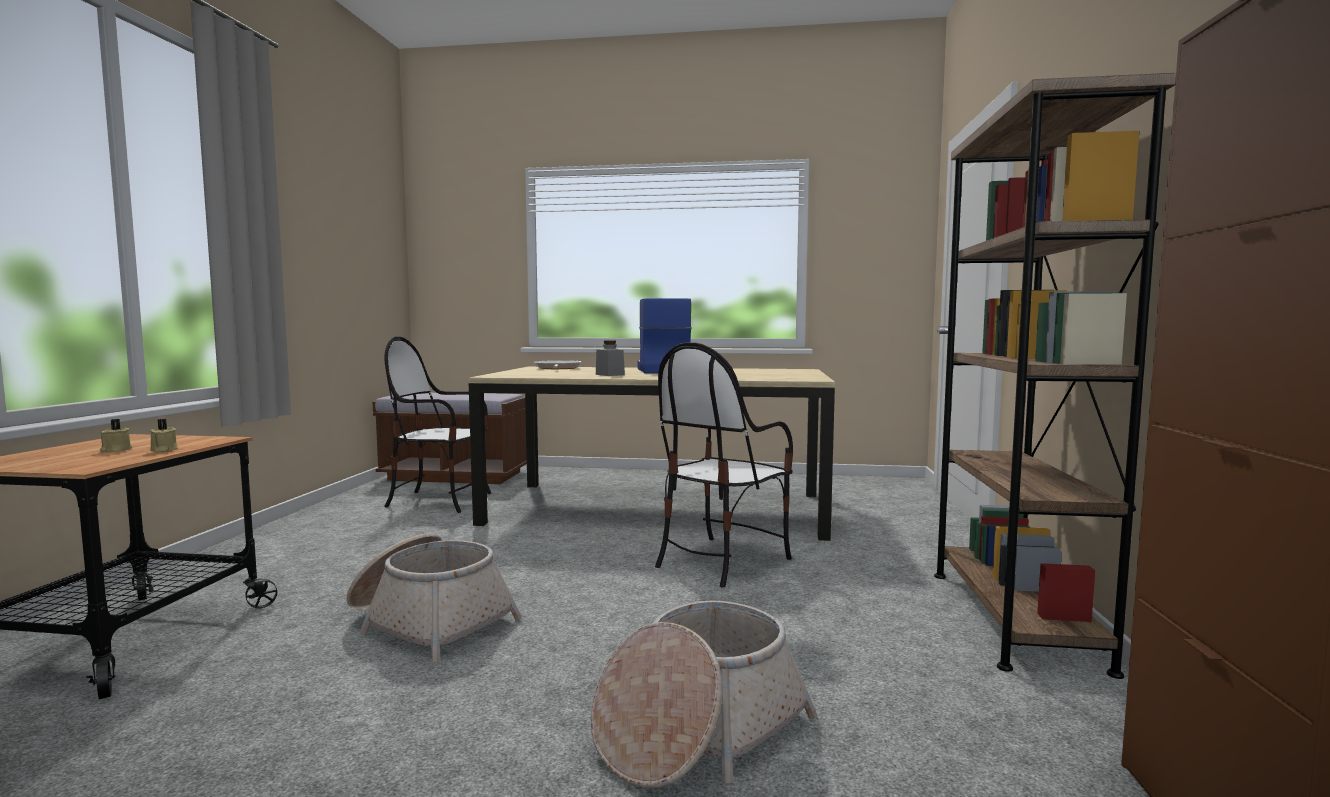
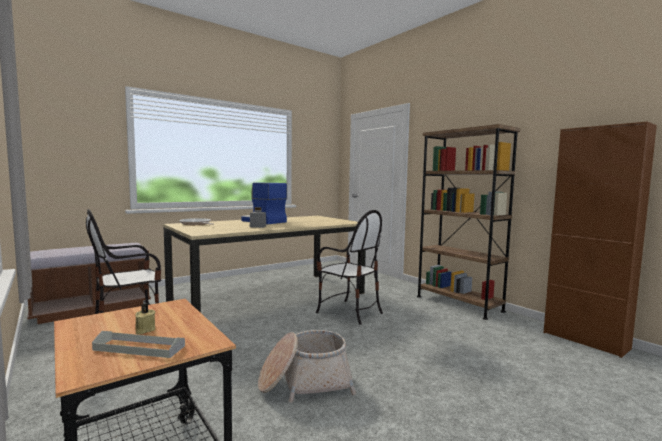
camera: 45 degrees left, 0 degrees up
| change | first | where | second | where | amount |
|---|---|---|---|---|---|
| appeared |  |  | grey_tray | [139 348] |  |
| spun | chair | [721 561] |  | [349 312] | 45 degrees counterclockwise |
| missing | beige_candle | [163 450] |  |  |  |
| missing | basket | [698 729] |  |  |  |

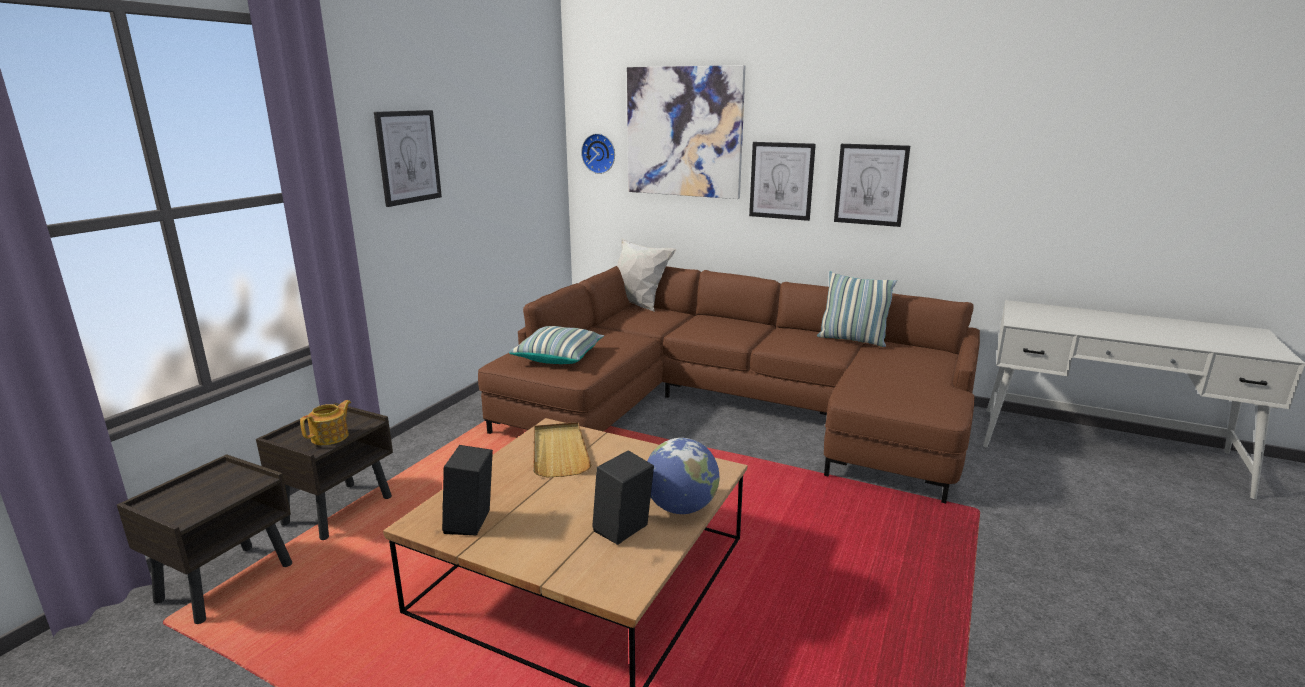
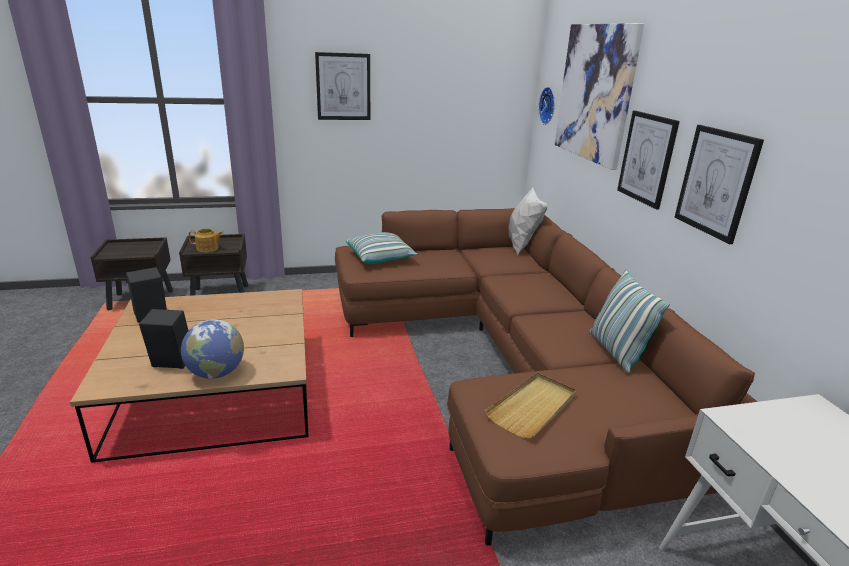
camera: 50 degrees right, 5 degrees up
| change | first | where | second | where | amount |
|---|---|---|---|---|---|
| relocated | beige_tray | [559 452] |  | [533 407] |  |

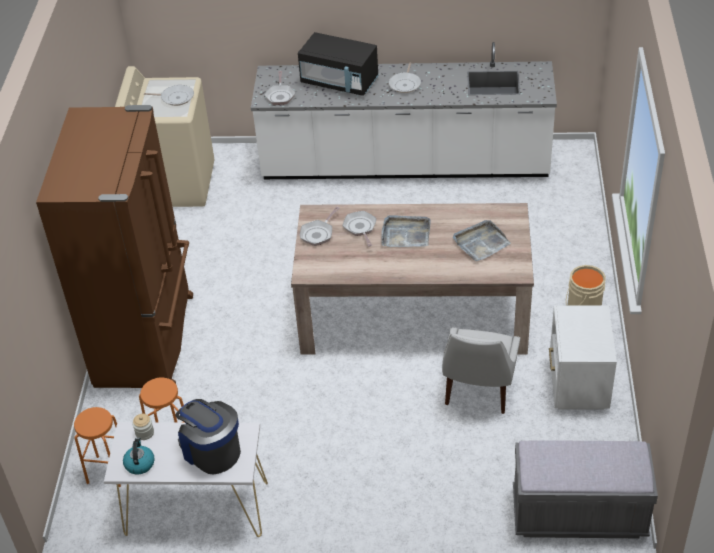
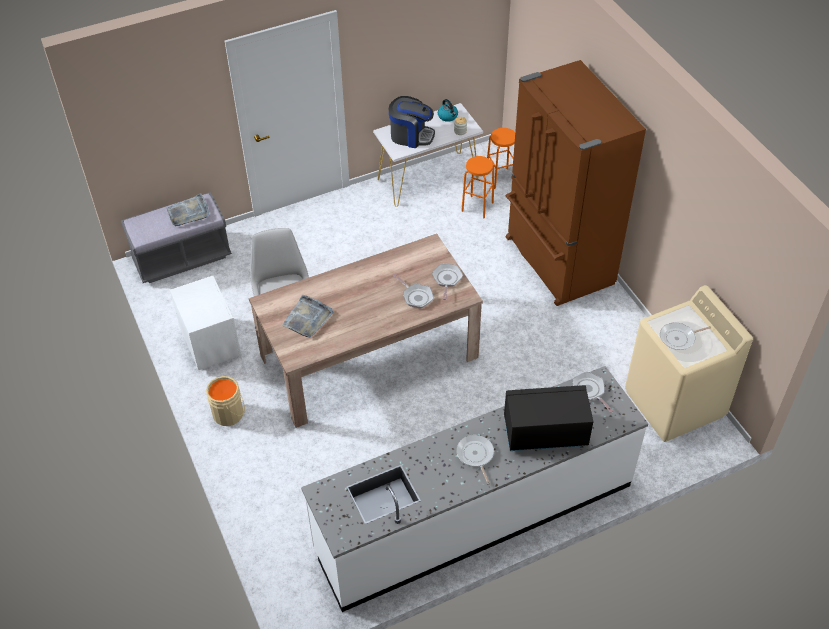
camera: 150 degrees right, 5 degrees up
| change | first | where | second | where | amount |
|---|---|---|---|---|---|
| relocated | grey_tray | [405 233] |  | [188 212] |  |

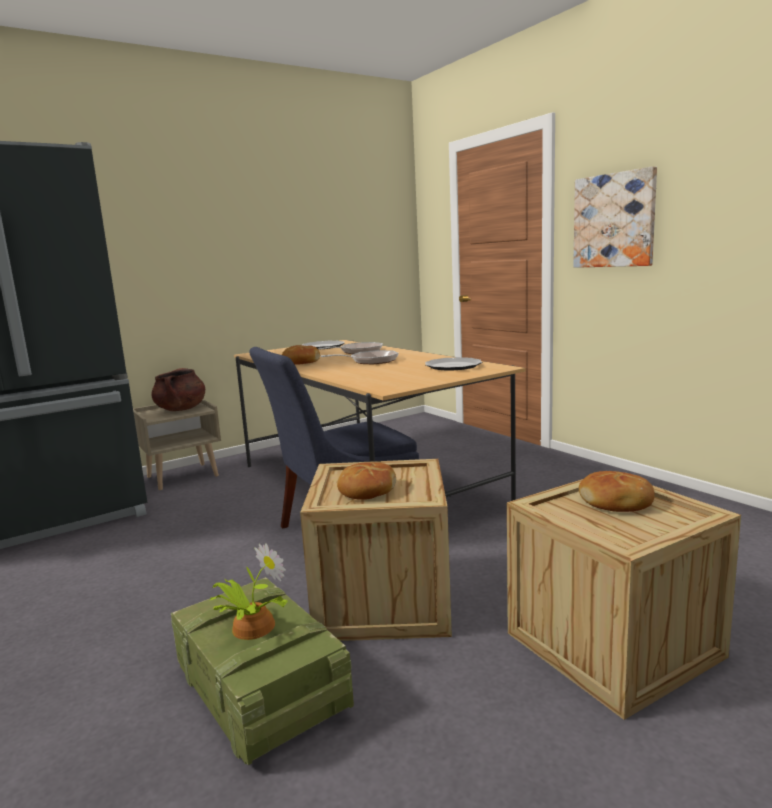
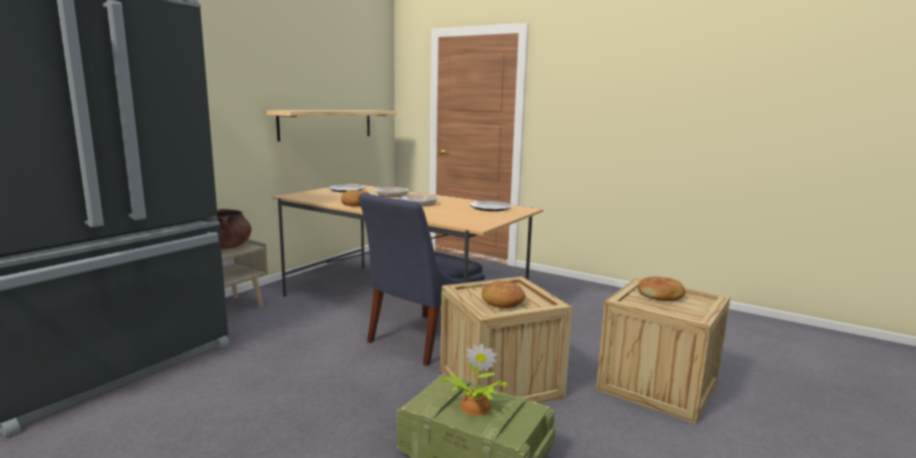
camera: 25 degrees left, 0 degrees up
| change | first | where | second | where | amount |
|---|---|---|---|---|---|
| appeared |  |  | shelf | [327 124] |  |
| missing | picture | [614 220] |  |  |  |

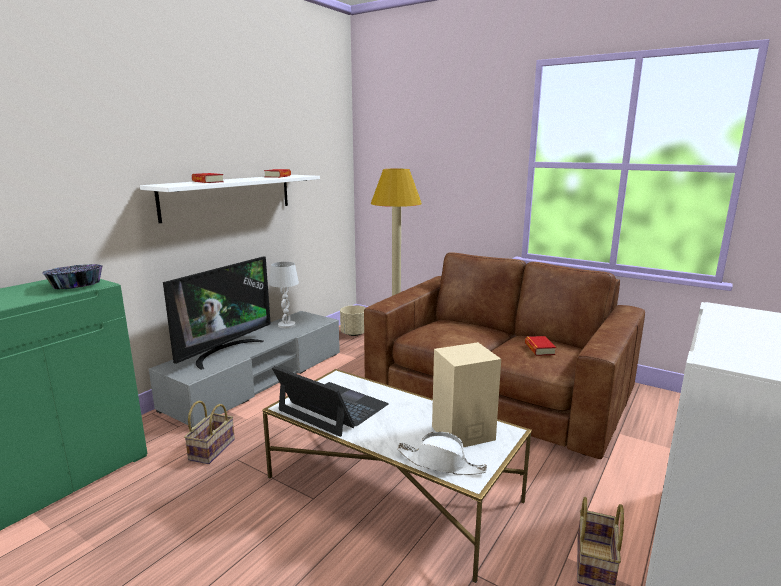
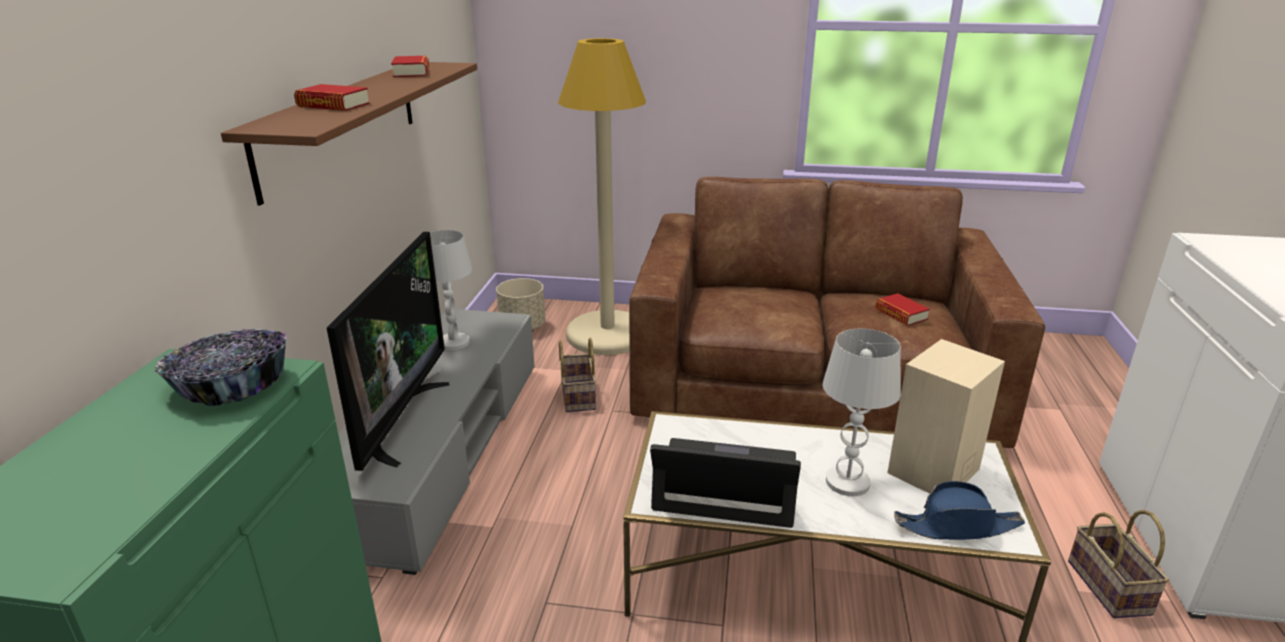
camera: 25 degrees left, 10 degrees up
| change | first | where | second | where | amount |
|---|---|---|---|---|---|
| colour | white_shelf | [229 196] | brown_shelf | [341 124] |  |
| relocated | basket | [212 449] |  | [577 396] |  |
| appeared |  |  | white_table_lamp | [847 482] |  |
| colour | white_hat | [441 463] | blue_hat | [957 526] |  |

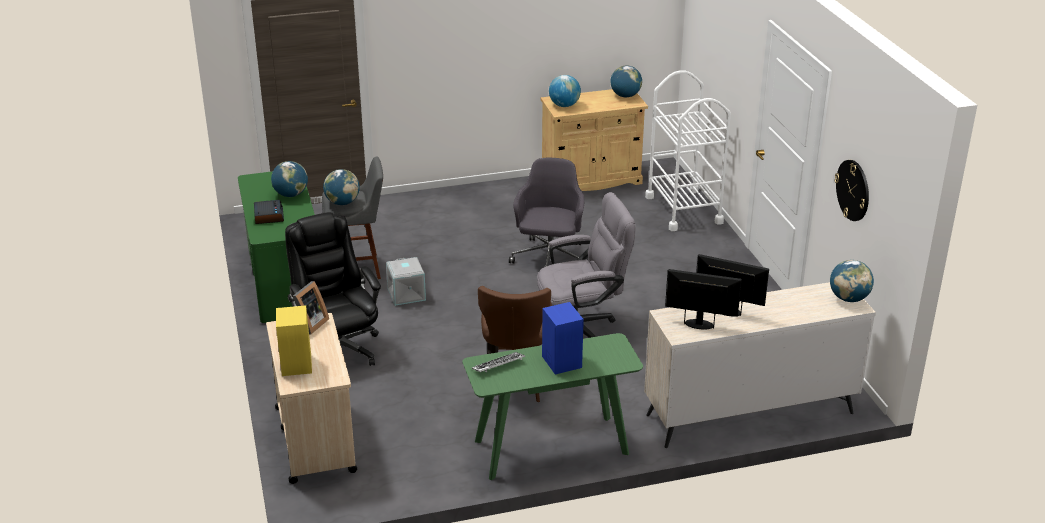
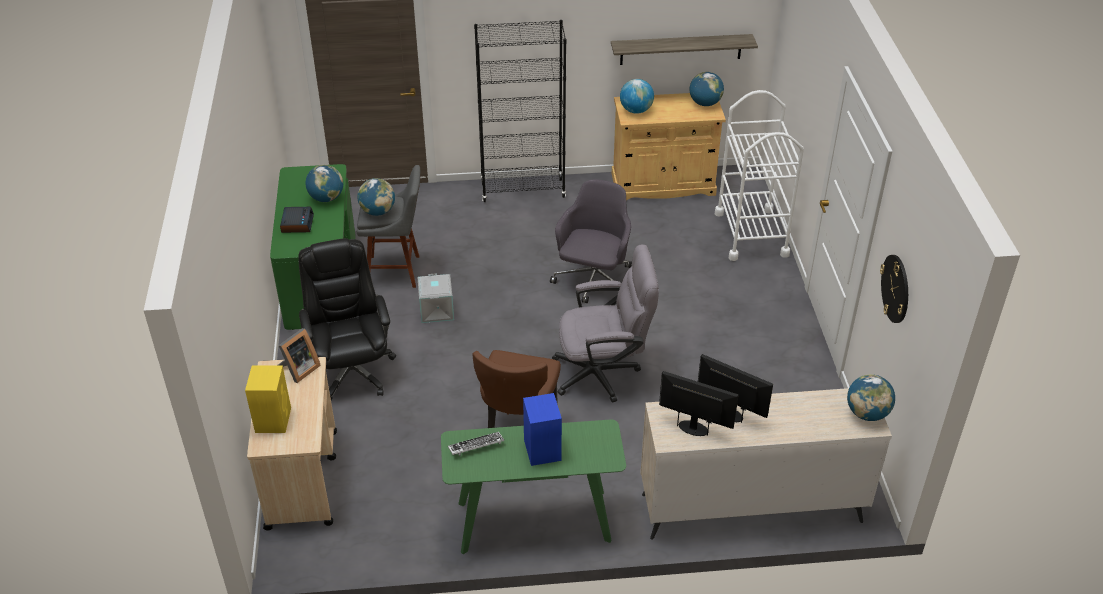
camera: 10 degrees right, 10 degrees up
| change | first | where | second | where | amount |
|---|---|---|---|---|---|
| appeared |  |  | black_bookcase | [523 190] |  |
| appeared |  |  | shelf | [681 49] |  |

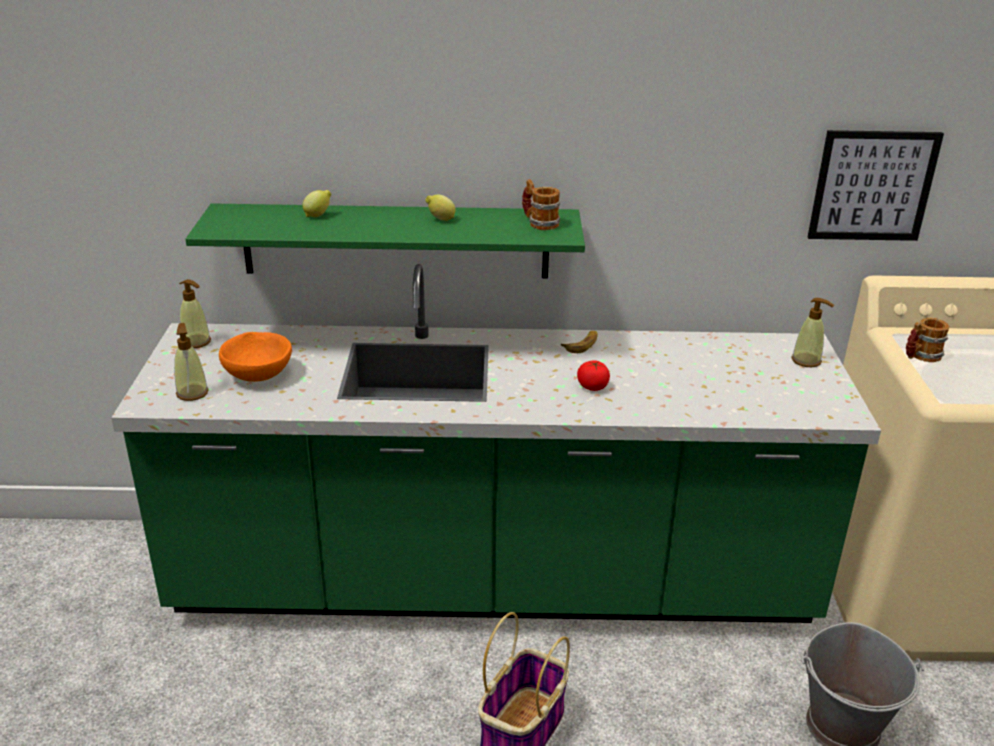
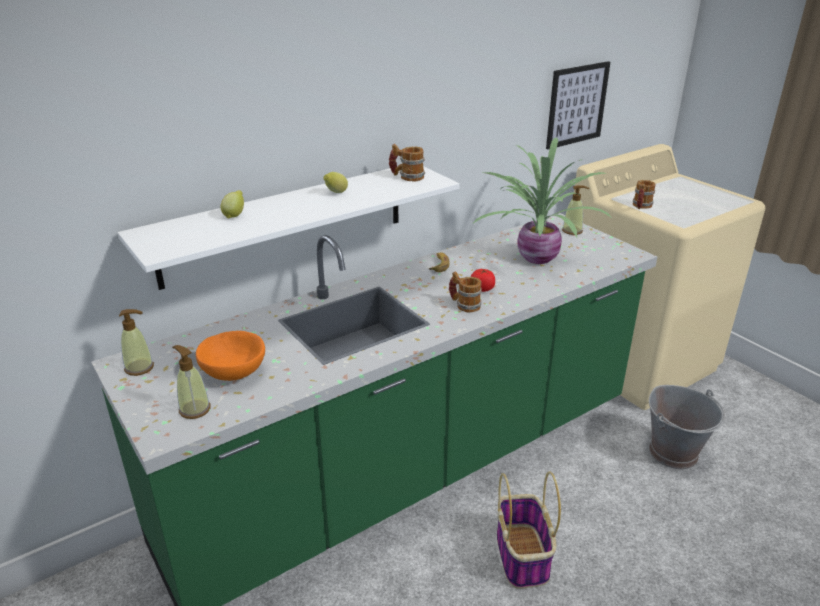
camera: 35 degrees left, 0 degrees up
| change | first | where | second | where | amount |
|---|---|---|---|---|---|
| colour | green_shelf | [396 241] | white_shelf | [286 223] |  |
| appeared |  |  | mug | [464 304] |  |
| appeared |  |  | potted_plant | [535 258] |  |

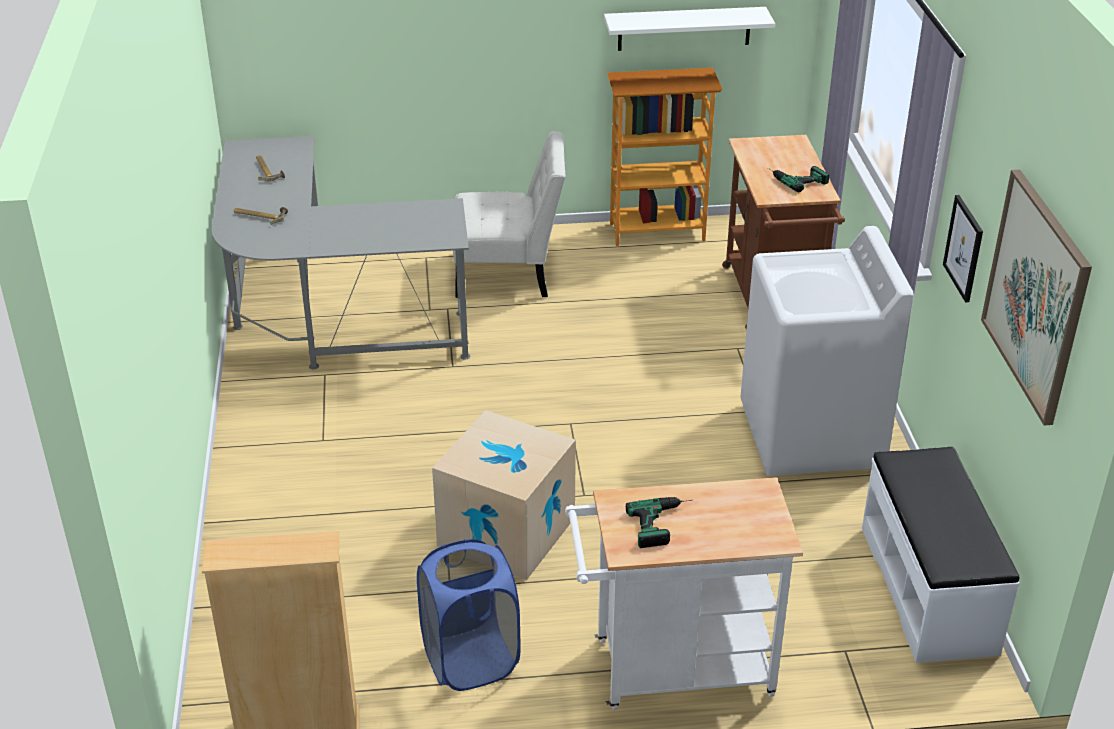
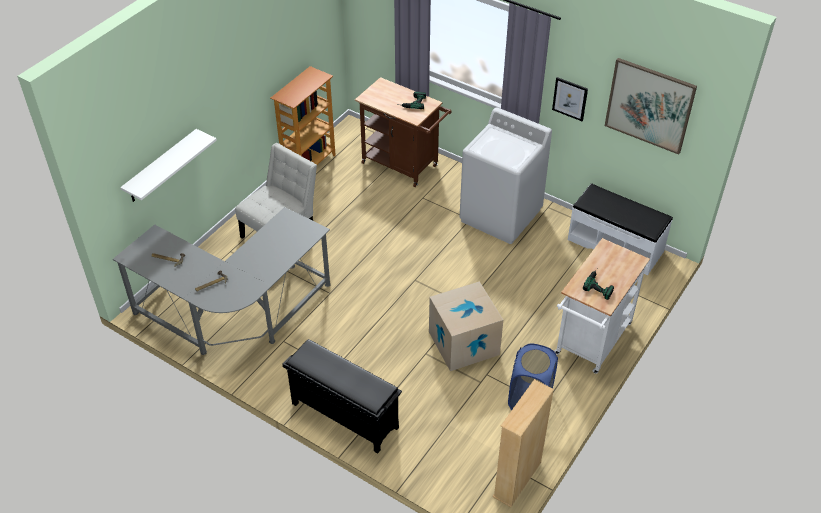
camera: 50 degrees left, 10 degrees up
| change | first | where | second | where | amount |
|---|---|---|---|---|---|
| relocated | white_shelf | [684 28] |  | [161 167] |  |
| appeared |  |  | black_shoe_rack | [343 415] |  |

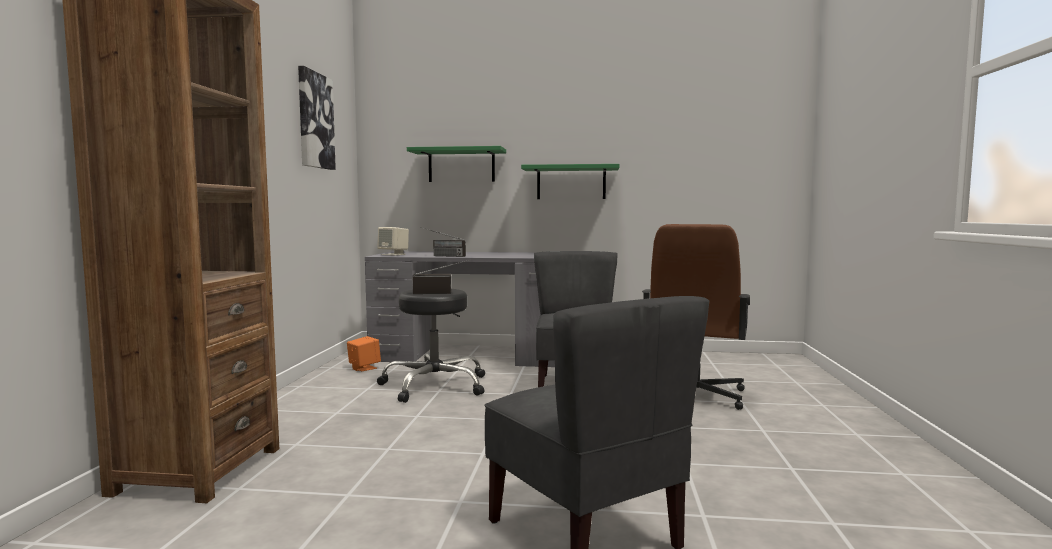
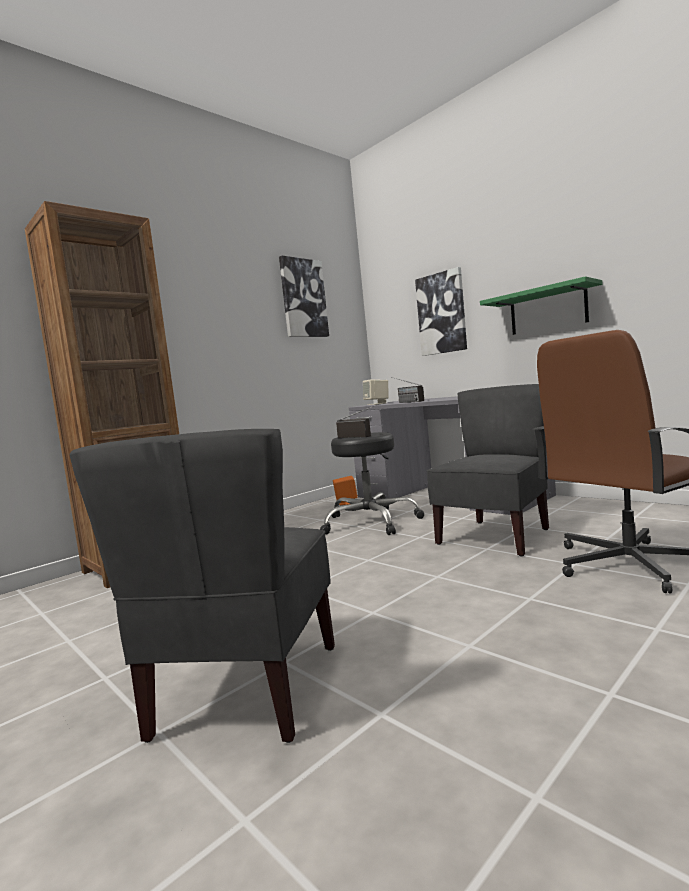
camera: 40 degrees right, 0 degrees up
| change | first | where | second | where | amount |
|---|---|---|---|---|---|
| exchanged | green_shelf | [461 166] | picture | [441 313] |  |

